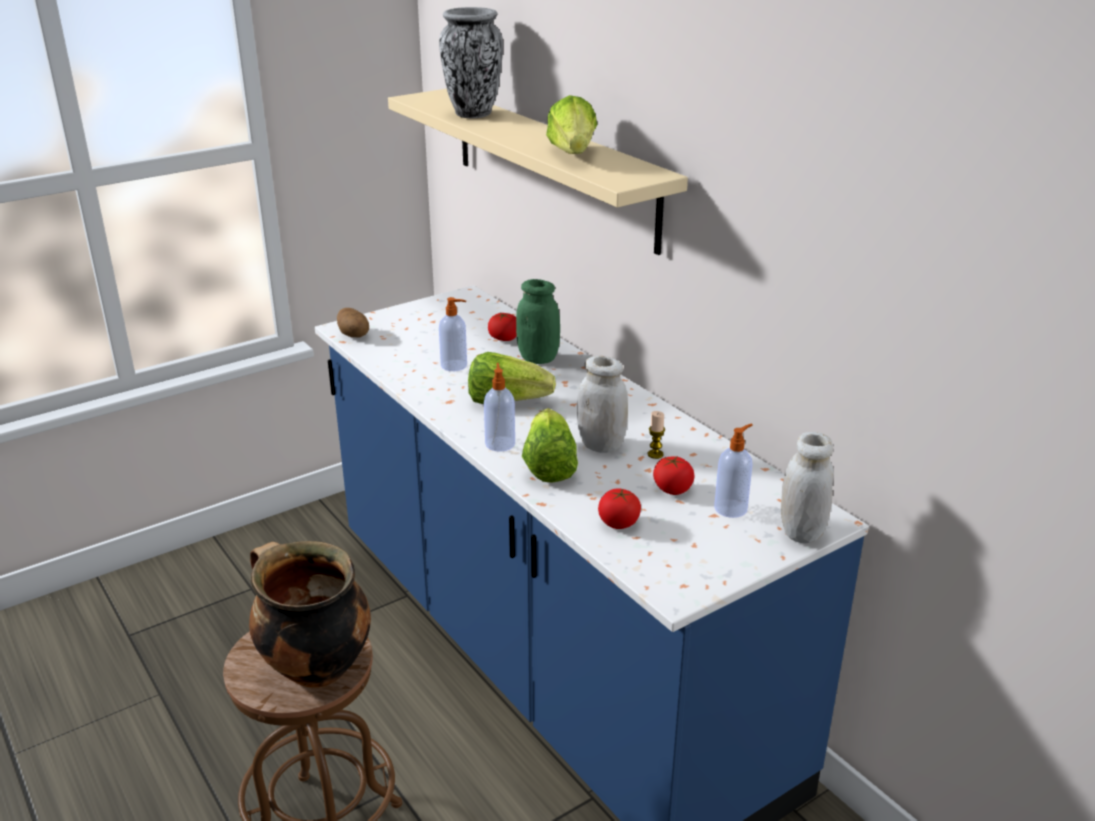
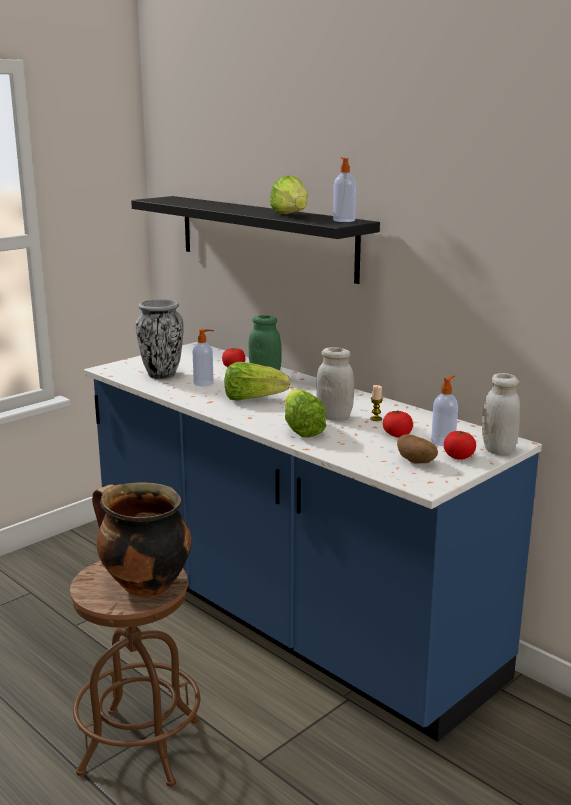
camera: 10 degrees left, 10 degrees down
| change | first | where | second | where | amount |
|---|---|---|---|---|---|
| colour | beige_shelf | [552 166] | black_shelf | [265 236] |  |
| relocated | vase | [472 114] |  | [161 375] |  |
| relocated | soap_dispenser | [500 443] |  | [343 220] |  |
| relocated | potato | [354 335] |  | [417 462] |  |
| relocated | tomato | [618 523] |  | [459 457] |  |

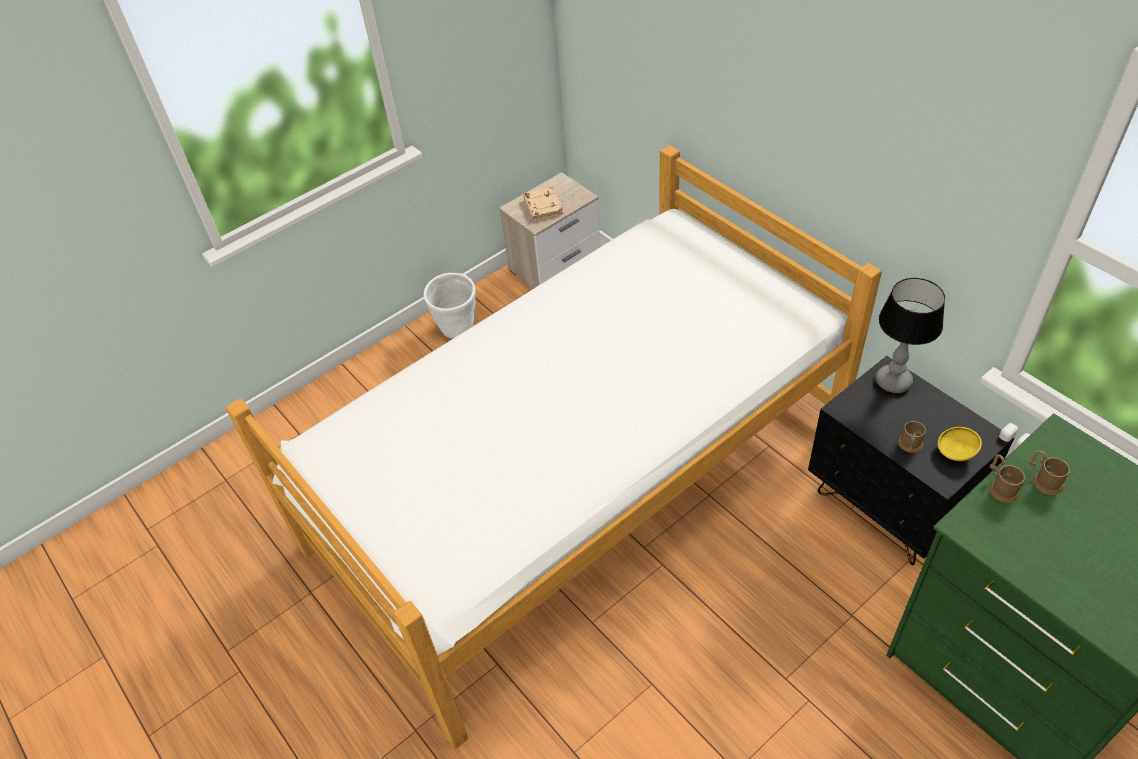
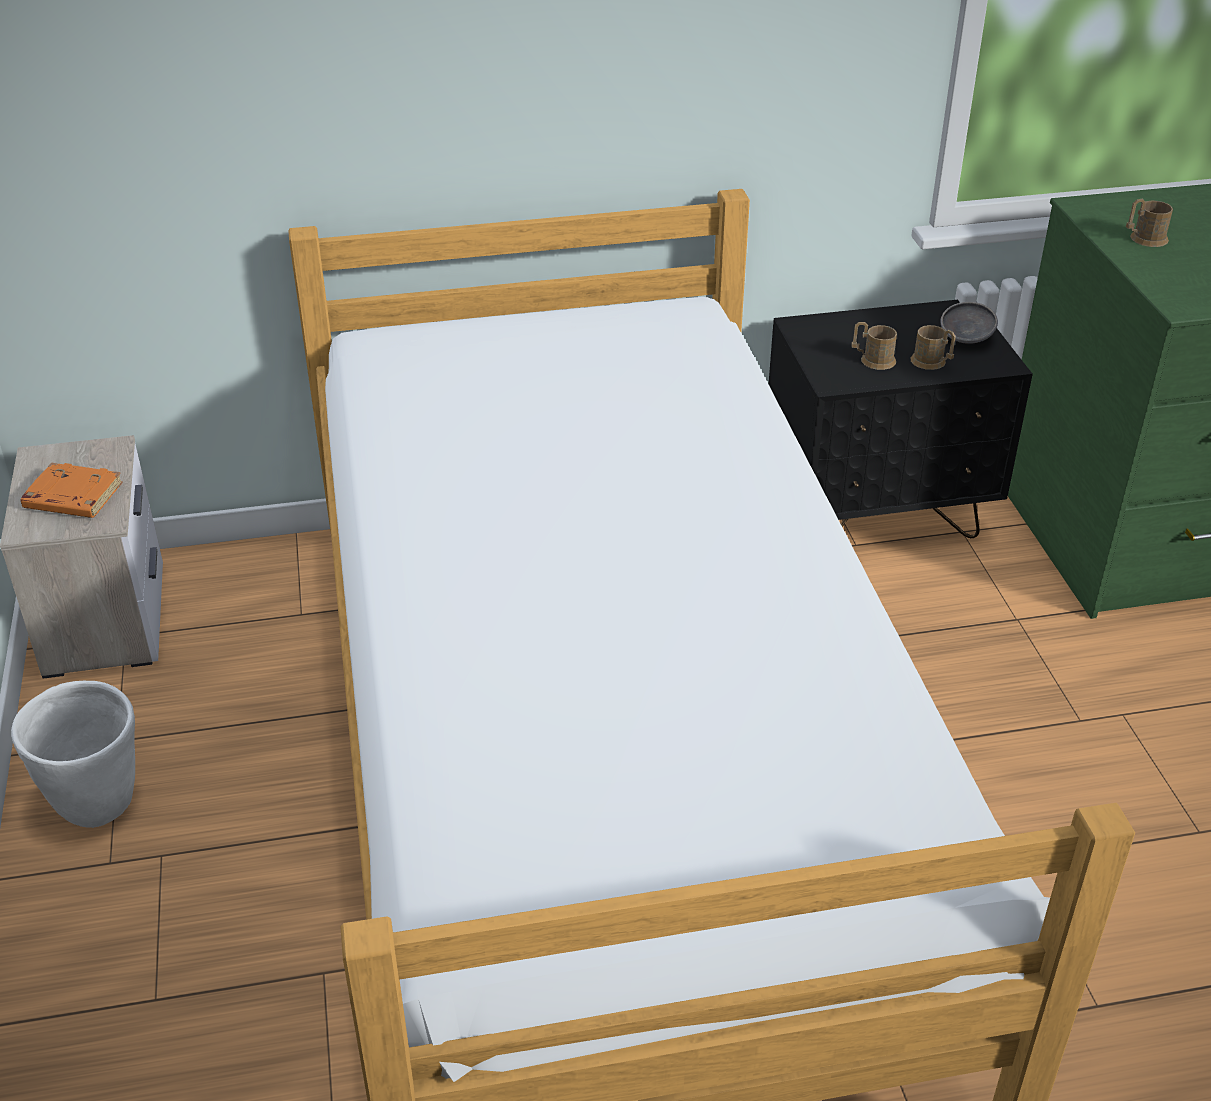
camera: 65 degrees left, 10 degrees down
| change | first | where | second | where | amount |
|---|---|---|---|---|---|
| colour | beige_book | [542 206] | orange_book | [72 498] |  |
| relocated | brown_mug | [1001 487] |  | [872 360] |  |
| colour | yellow_bowl | [955 452] | grey_bowl | [965 339] |  |
| missing | table_lamp | [893 381] |  |  |  |

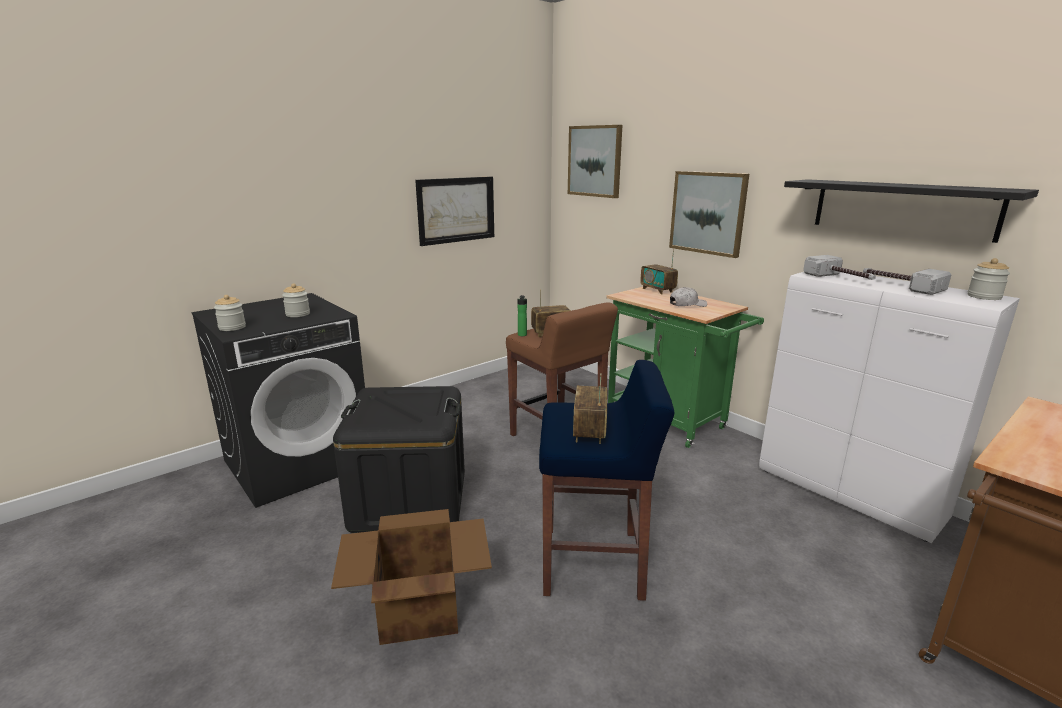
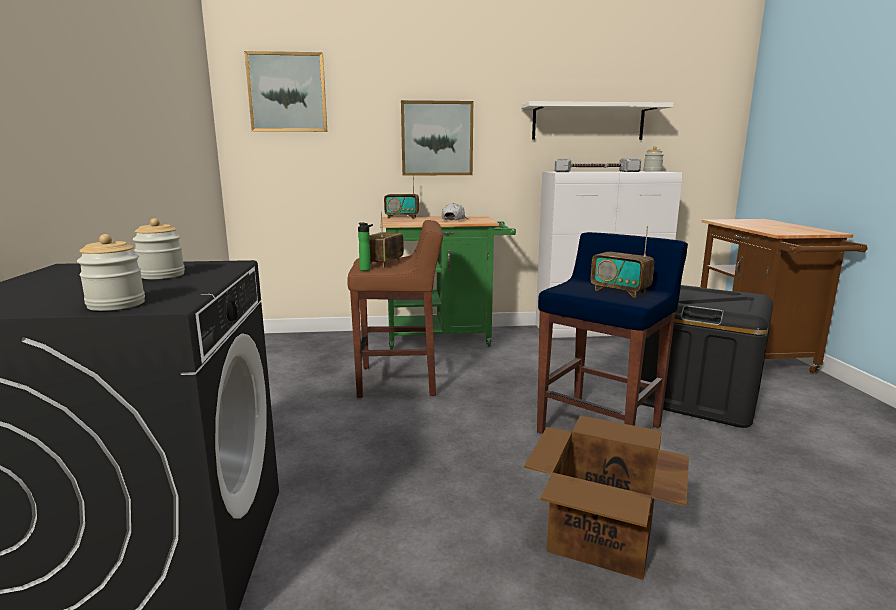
camera: 55 degrees left, 5 degrees down
| change | first | where | second | where | amount |
|---|---|---|---|---|---|
| colour | black_shelf | [902 208] | white_shelf | [588 122] |  |
| relocated | black_storage_box | [409 500] |  | [697 397] |  |
| missing | picture | [456 210] |  |  |  |

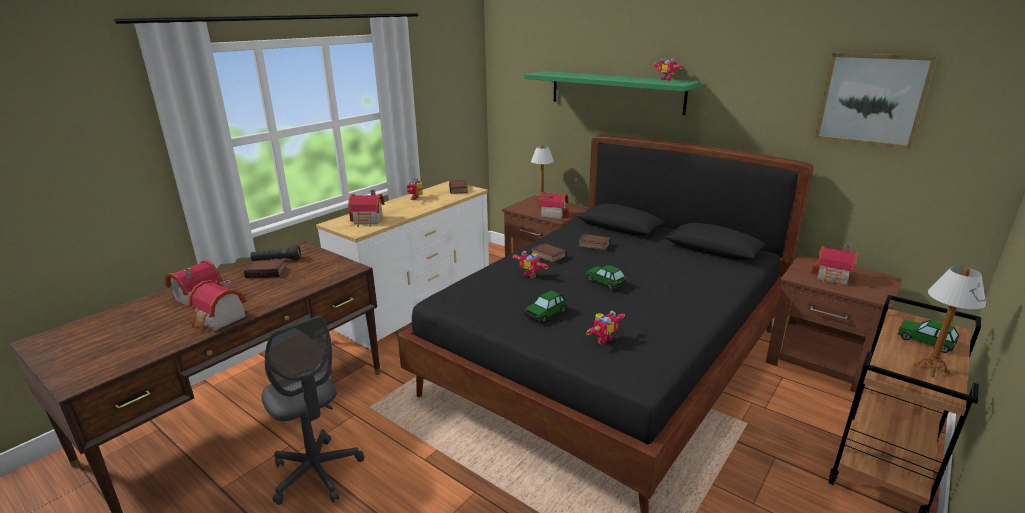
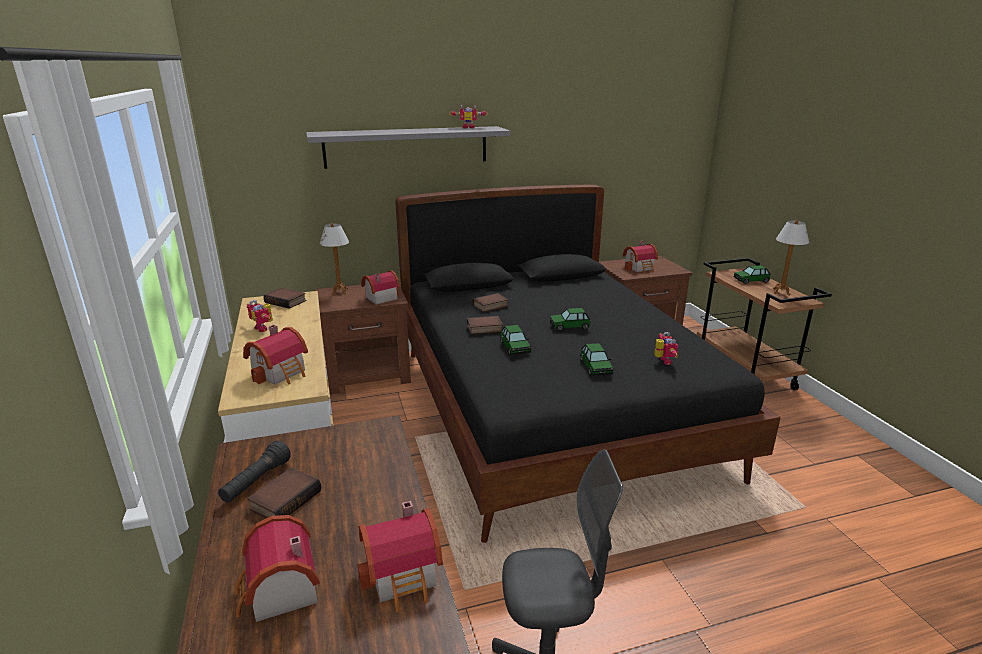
camera: 55 degrees left, 0 degrees up
| change | first | where | second | where | amount |
|---|---|---|---|---|---|
| colour | green_shelf | [615 91] | grey_shelf | [406 147] |  |
| exchanged | toy_robot | [531 274] | toy_car | [515 347] |  |
| missing | picture | [872 99] |  |  |  |

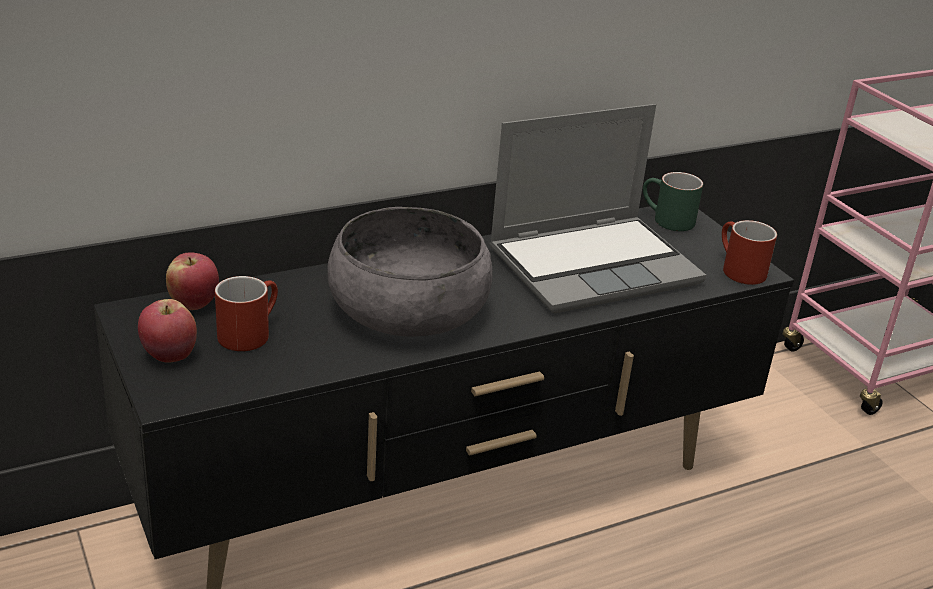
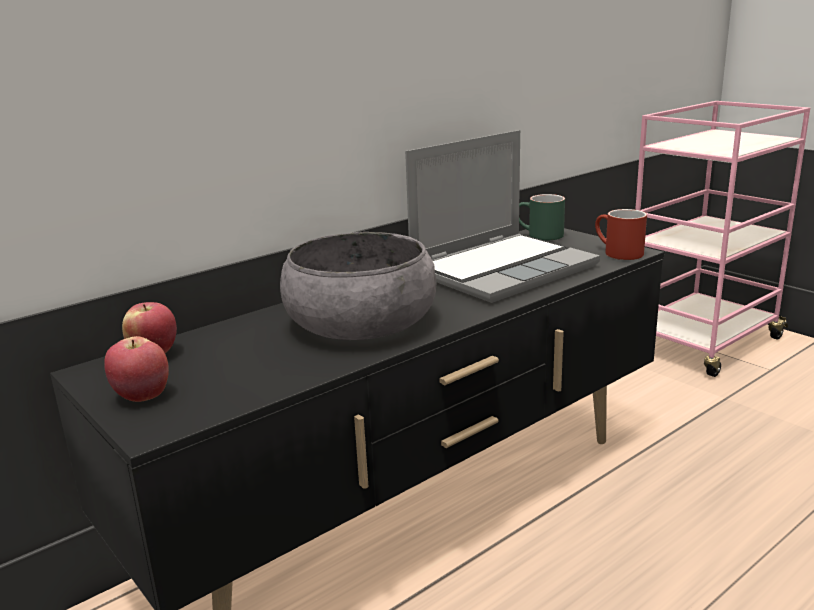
camera: 10 degrees left, 10 degrees down
| change | first | where | second | where | amount |
|---|---|---|---|---|---|
| missing | red_mug | [249 332] |  |  |  |

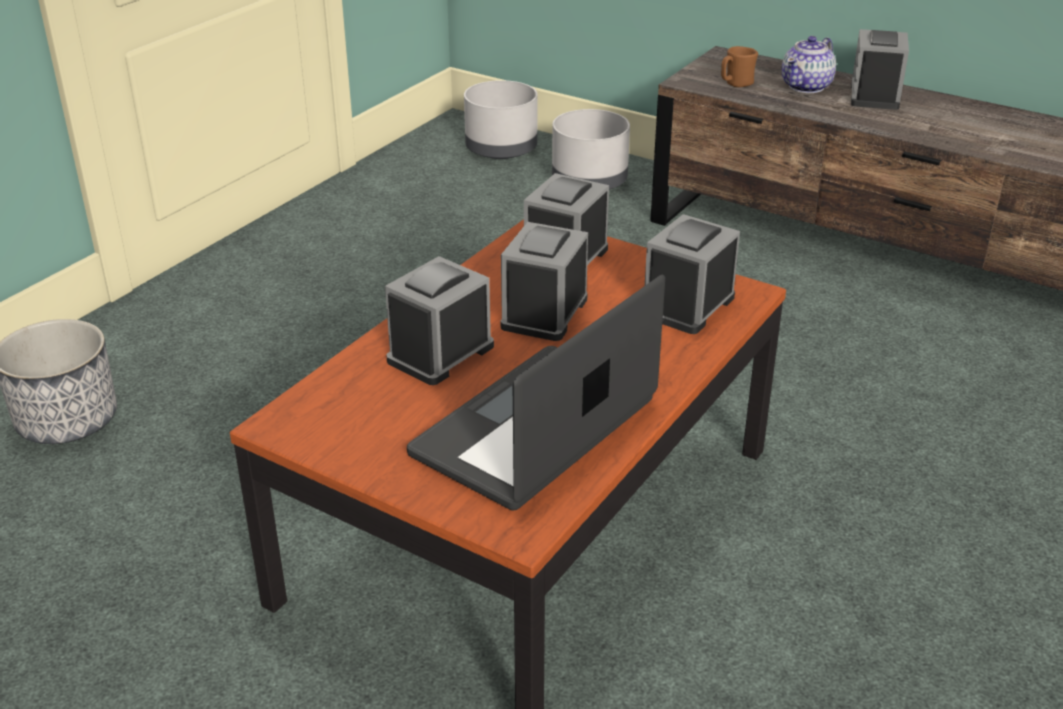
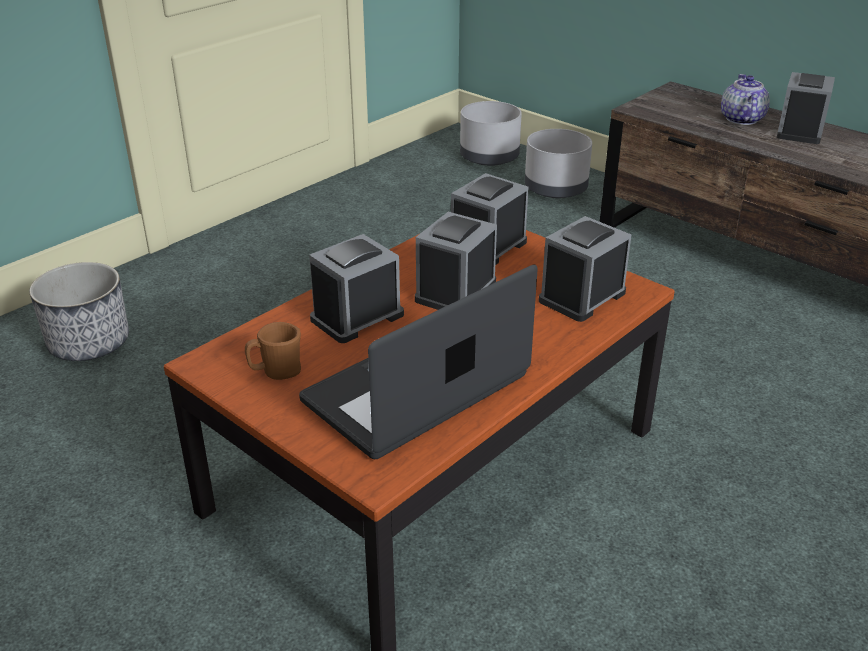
camera: 10 degrees right, 0 degrees up
| change | first | where | second | where | amount |
|---|---|---|---|---|---|
| relocated | brown_mug | [736 84] |  | [276 372] |  |
| spun | teapot | [807 86] |  | [741 119] | 135 degrees clockwise |

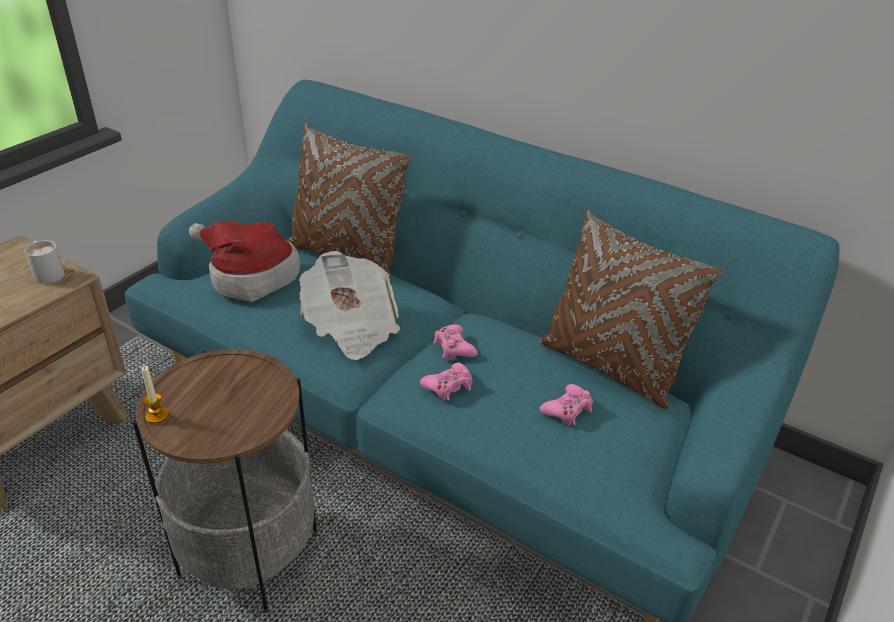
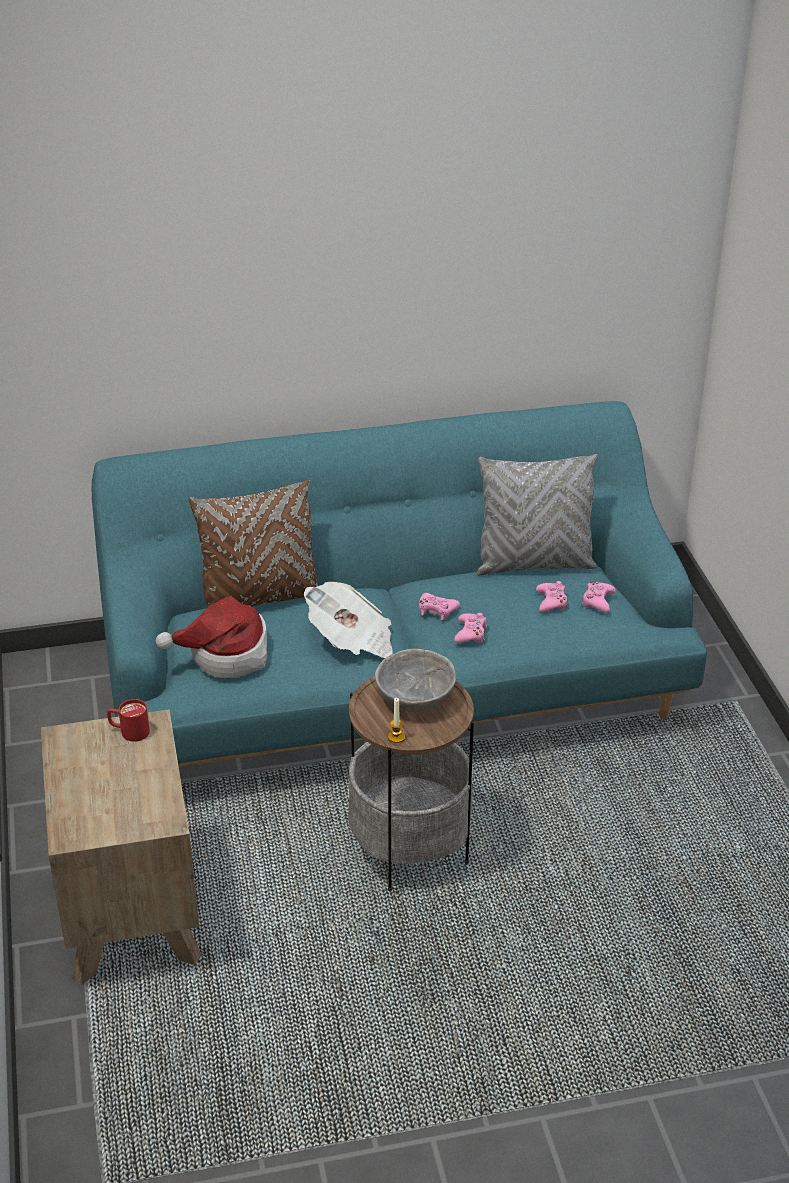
camera: 45 degrees left, 0 degrees up
| change | first | where | second | where | amount |
|---|---|---|---|---|---|
| colour | white_mug | [47 272] | red_mug | [129 732] |  |
| appeared |  |  | grey_bowl | [416 697] |  |
| colour | brown_pillow | [610 366] | grey_pillow | [534 564] |  |
| appeared |  |  | pink_game_controller | [597 601] |  |

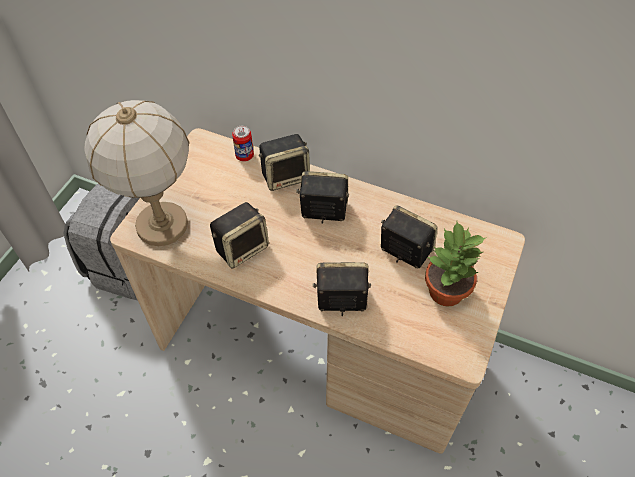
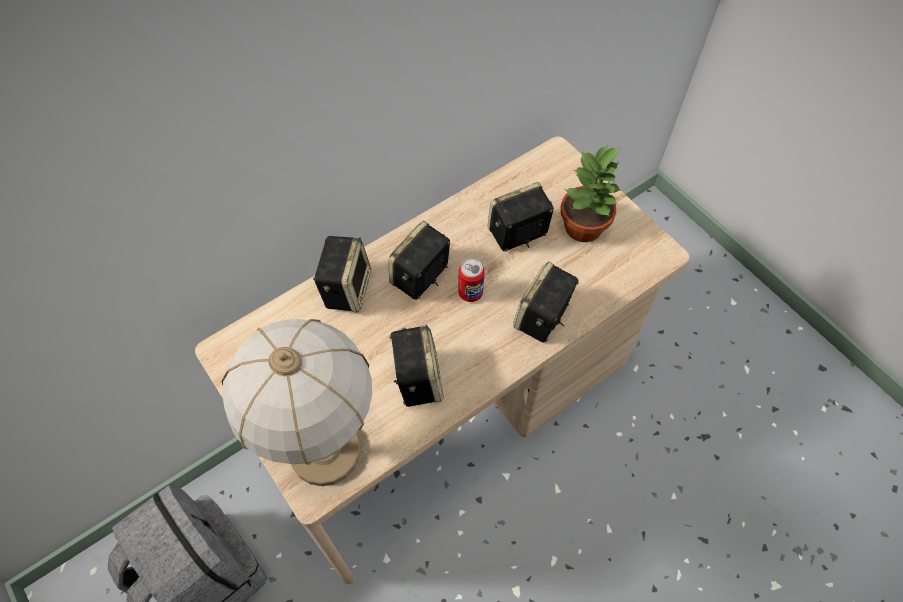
camera: 60 degrees left, 5 degrees up
| change | first | where | second | where | amount |
|---|---|---|---|---|---|
| relocated | can | [244 156] |  | [470 293] |  |

